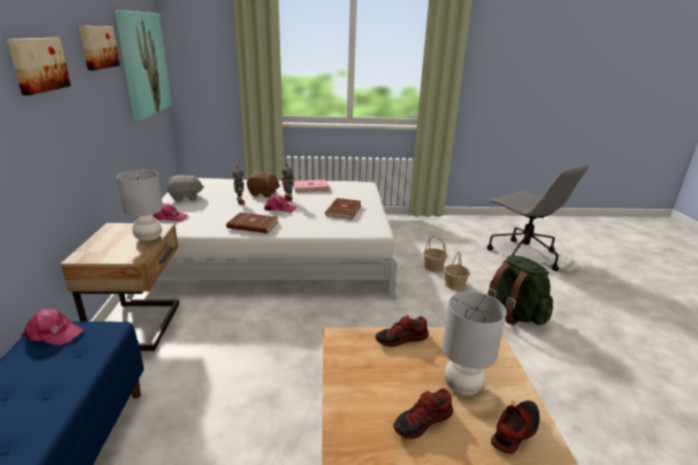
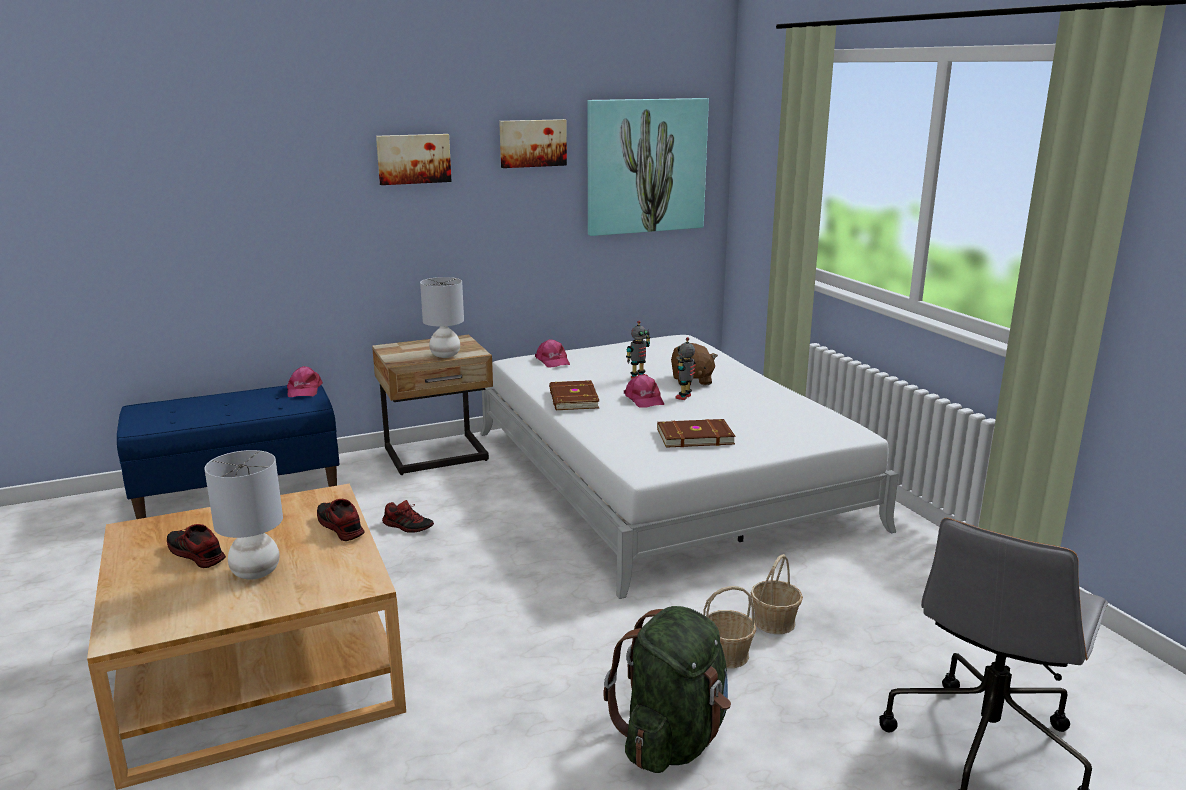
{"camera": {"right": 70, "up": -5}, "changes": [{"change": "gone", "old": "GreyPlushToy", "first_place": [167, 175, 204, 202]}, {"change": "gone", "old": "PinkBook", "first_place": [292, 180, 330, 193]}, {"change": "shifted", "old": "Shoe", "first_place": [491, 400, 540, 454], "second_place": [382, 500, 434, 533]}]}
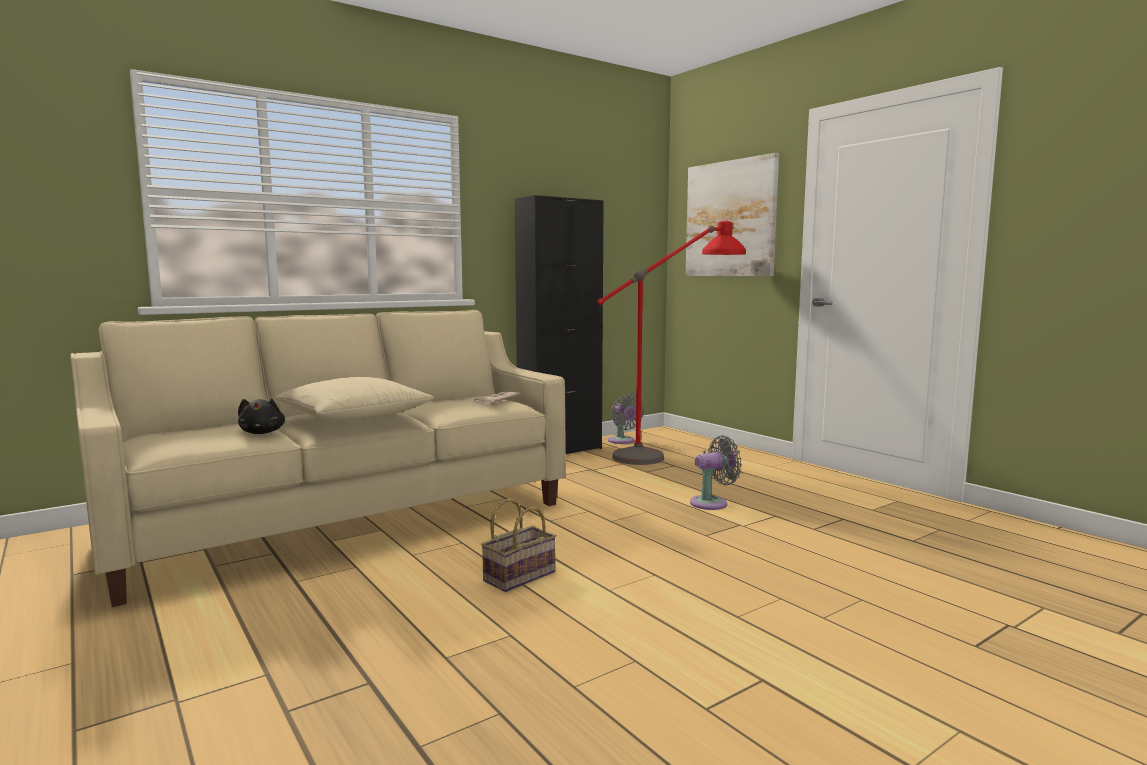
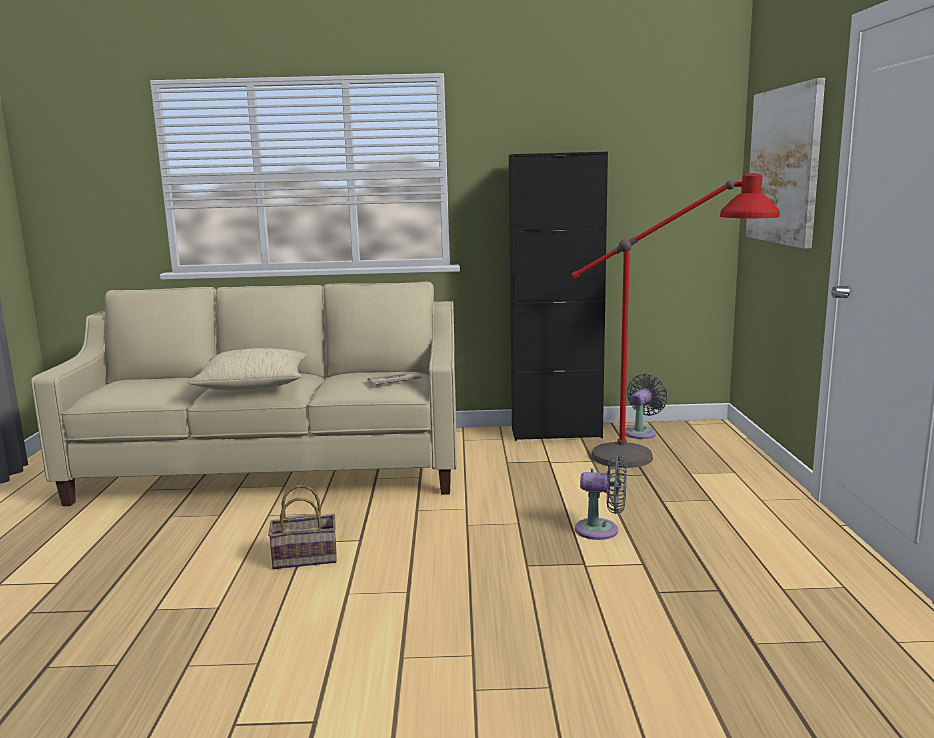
{"camera": {"right": 35, "up": 5}, "changes": [{"change": "gone", "old": "BlackPlushToy", "first_place": [238, 399, 285, 434]}, {"change": "rotated", "old": "GreyFan", "first_place": [608, 394, 644, 444], "second_place": [625, 374, 668, 439], "degrees": -150}]}
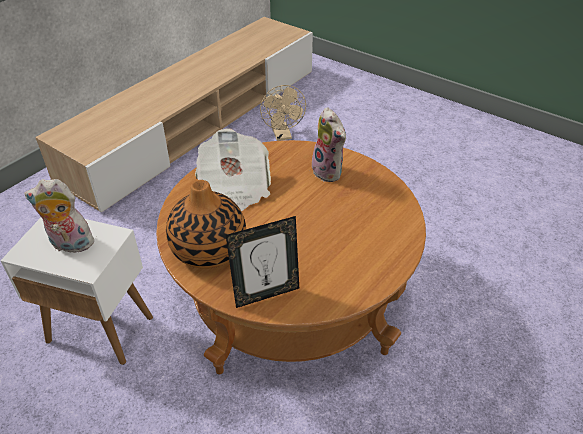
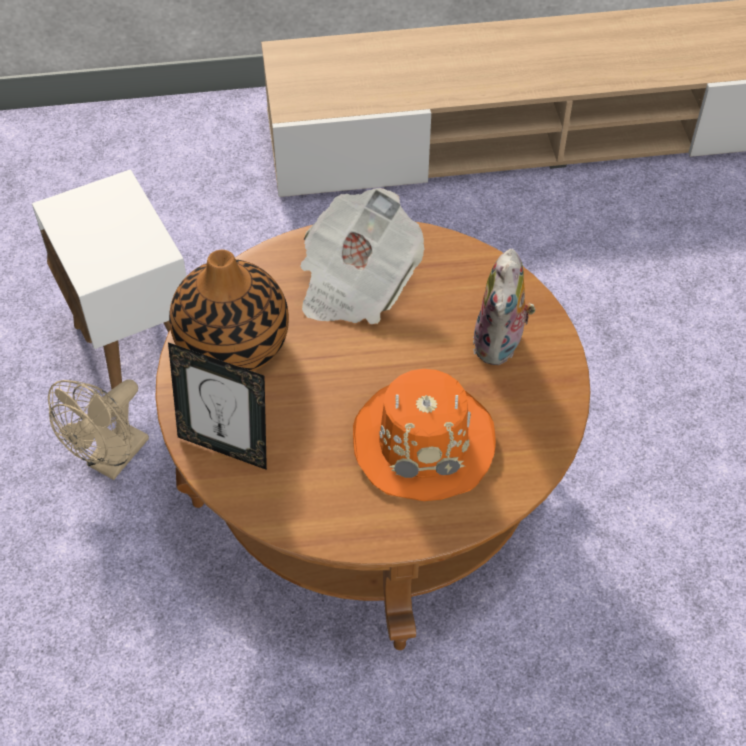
{"camera": {"right": 45, "up": 10}, "changes": [{"change": "gone", "old": "PlushToy", "first_place": [24, 179, 96, 253]}, {"change": "shifted", "old": "BeigeFan", "first_place": [260, 85, 306, 141], "second_place": [48, 379, 149, 480]}, {"change": "new", "new": "OrangeHat", "second_place": [353, 369, 496, 501]}]}
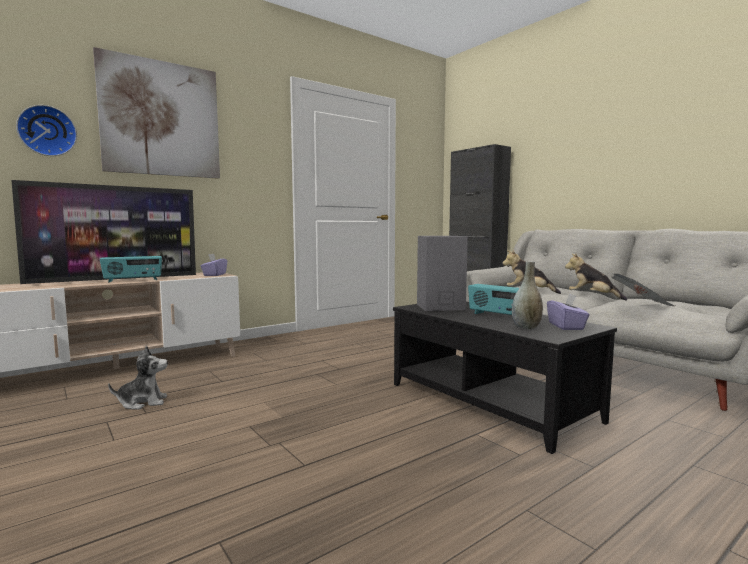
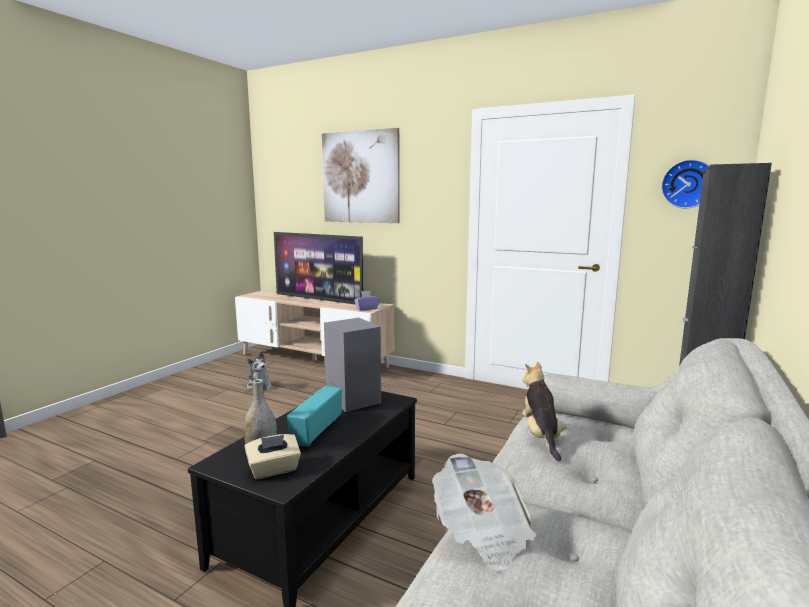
{"camera": {"right": 65, "up": 5}, "changes": [{"change": "shifted", "old": "WallClock", "first_place": [16, 105, 77, 156], "second_place": [661, 159, 709, 208]}, {"change": "gone", "old": "Radio", "first_place": [100, 256, 162, 283]}, {"change": "repainted", "old": "PurpleTissueBox", "new": "BeigeTissueBox", "first_place": [547, 293, 590, 330], "second_place": [244, 434, 301, 479]}, {"change": "gone", "old": "PlushToy", "first_place": [565, 254, 627, 300]}]}
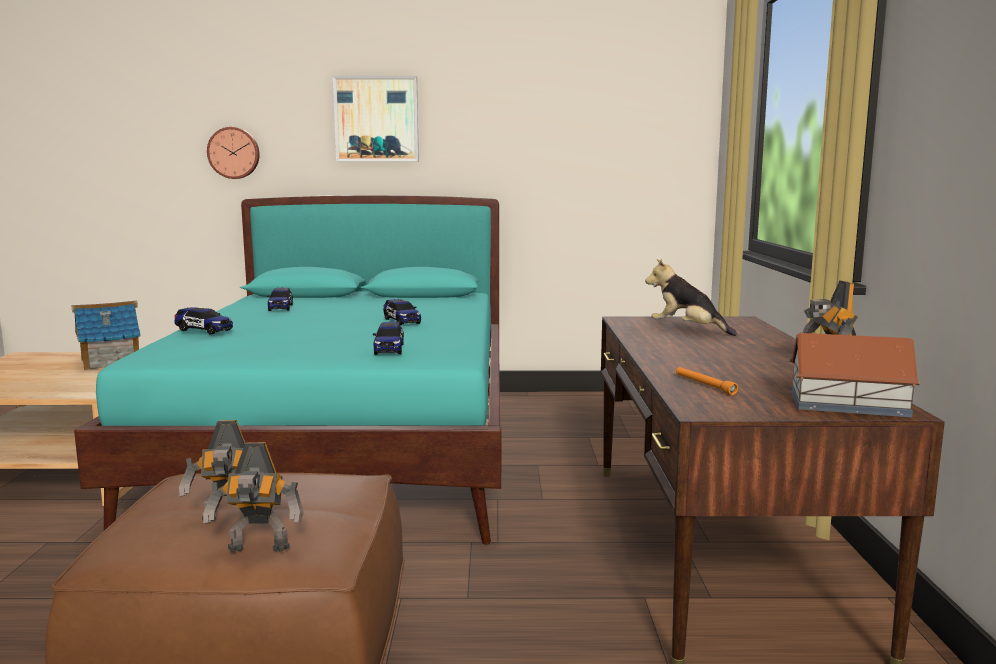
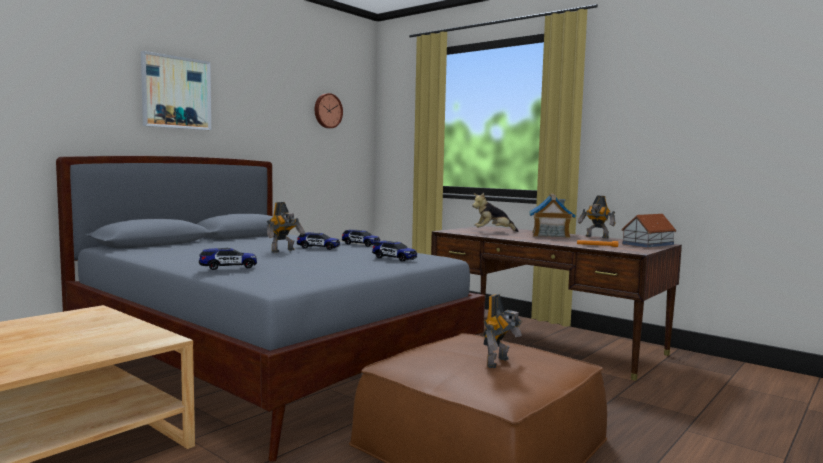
{"camera": {"right": -50, "up": -5}, "changes": [{"change": "shifted", "old": "ToyHouse", "first_place": [71, 301, 141, 371], "second_place": [529, 193, 576, 238]}, {"change": "repainted", "old": "TurquoiseBed", "new": "GreyBed", "first_place": [74, 195, 501, 544], "second_place": [56, 156, 485, 462]}, {"change": "shifted", "old": "ToyRobot", "first_place": [203, 442, 303, 552], "second_place": [267, 202, 305, 253]}, {"change": "shifted", "old": "WallClock", "first_place": [207, 127, 260, 179], "second_place": [315, 93, 343, 128]}, {"change": "shifted", "old": "ToyCar", "first_place": [267, 288, 293, 311], "second_place": [342, 230, 380, 247]}]}
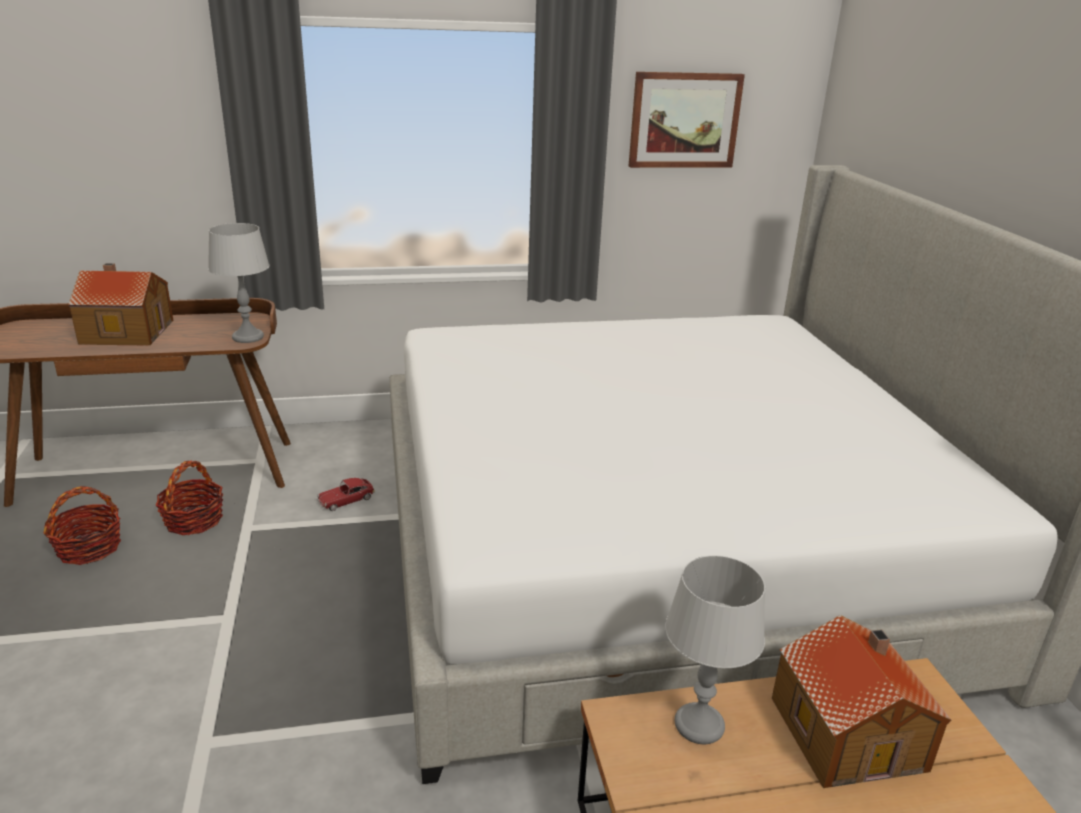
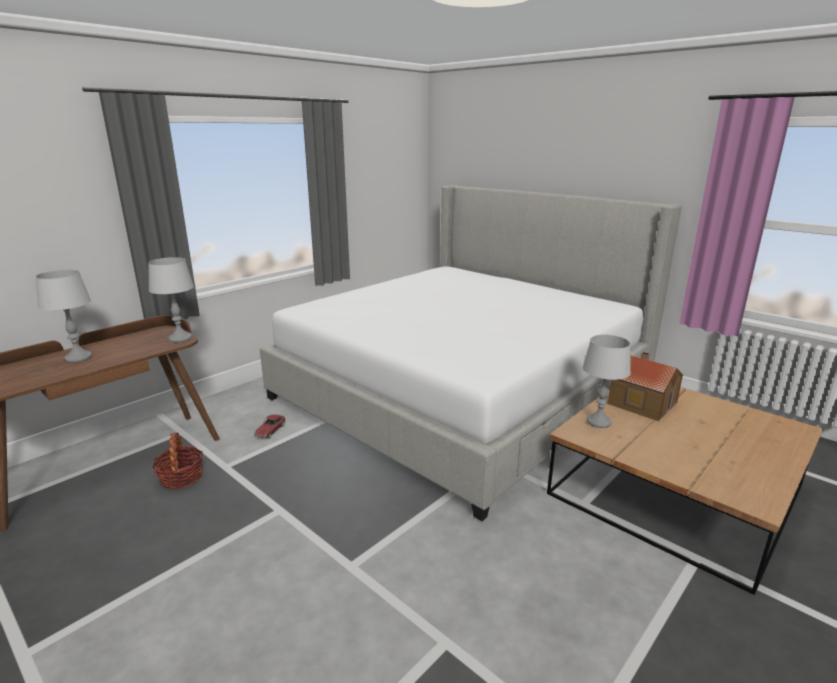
{"camera": {"right": -35, "up": -5}, "changes": [{"change": "gone", "old": "Basket", "first_place": [43, 486, 121, 565]}, {"change": "swapped", "old": "ToyHouse", "new": "GreyTableLamp", "first_place": [68, 263, 173, 346], "second_place": [35, 270, 92, 363]}, {"change": "gone", "old": "Picture", "first_place": [629, 72, 745, 168]}]}
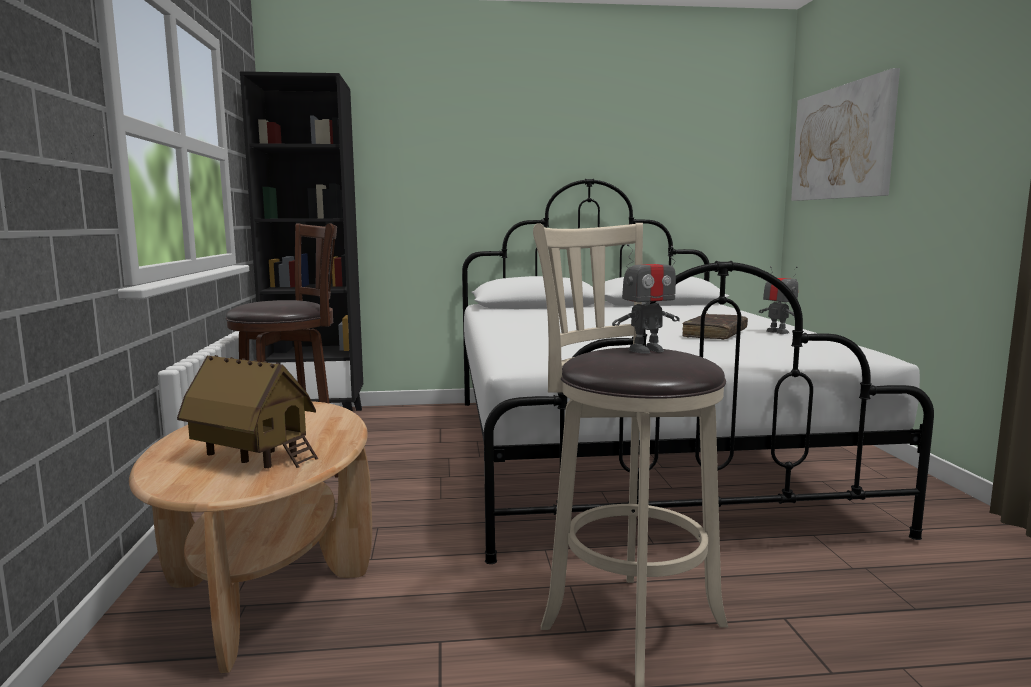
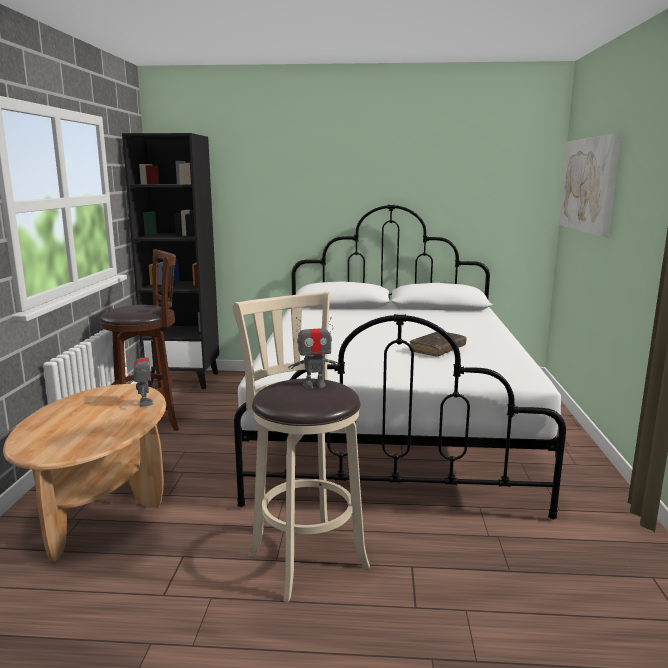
{"camera": {"right": 10, "up": 5}, "changes": [{"change": "gone", "old": "ToyHouse", "first_place": [177, 355, 318, 468]}, {"change": "shifted", "old": "ToyRobot", "first_place": [759, 266, 798, 334], "second_place": [134, 347, 153, 407]}]}
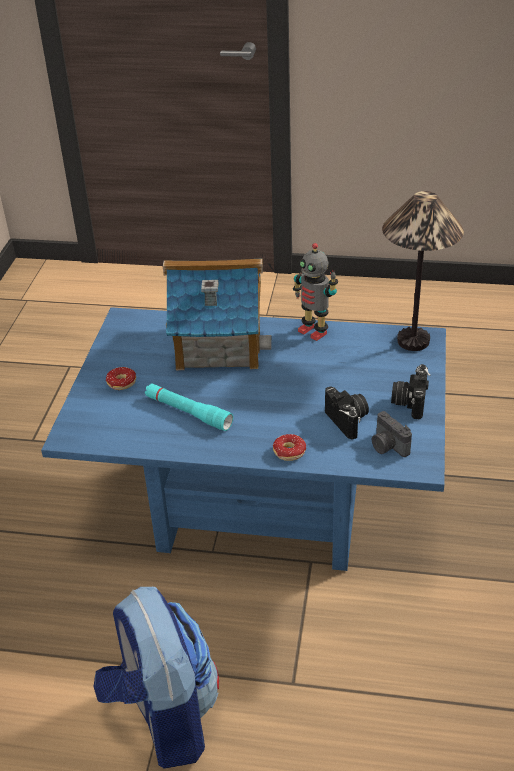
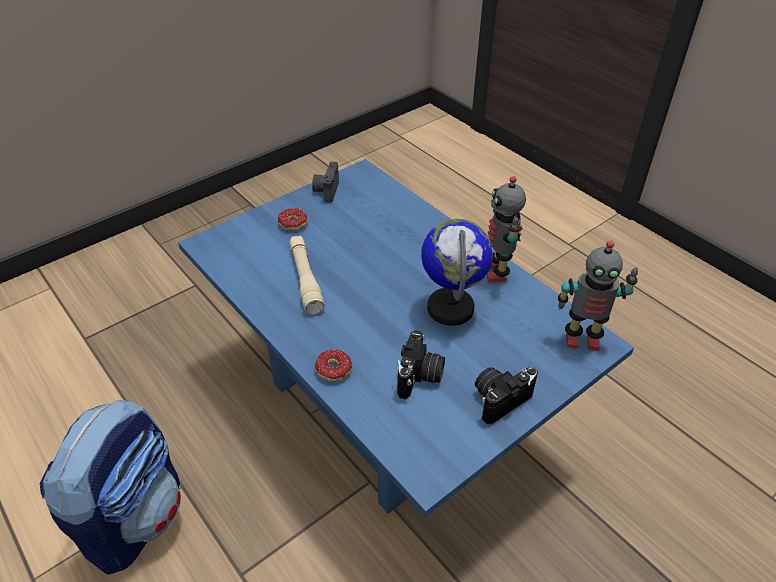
{"camera": {"right": 40, "up": 5}, "changes": [{"change": "repainted", "old": "TurquoiseFlashlight", "new": "BeigeFlashlight", "first_place": [145, 383, 233, 431], "second_place": [290, 236, 325, 315]}, {"change": "gone", "old": "ToyHouse", "first_place": [163, 258, 271, 370]}, {"change": "shifted", "old": "PhotoCamera", "first_place": [372, 411, 412, 457], "second_place": [312, 162, 339, 202]}, {"change": "swapped", "old": "TableLamp", "new": "ToyRobot", "first_place": [382, 191, 464, 351], "second_place": [558, 241, 638, 351]}, {"change": "new", "new": "Globe", "second_place": [421, 219, 493, 326]}]}
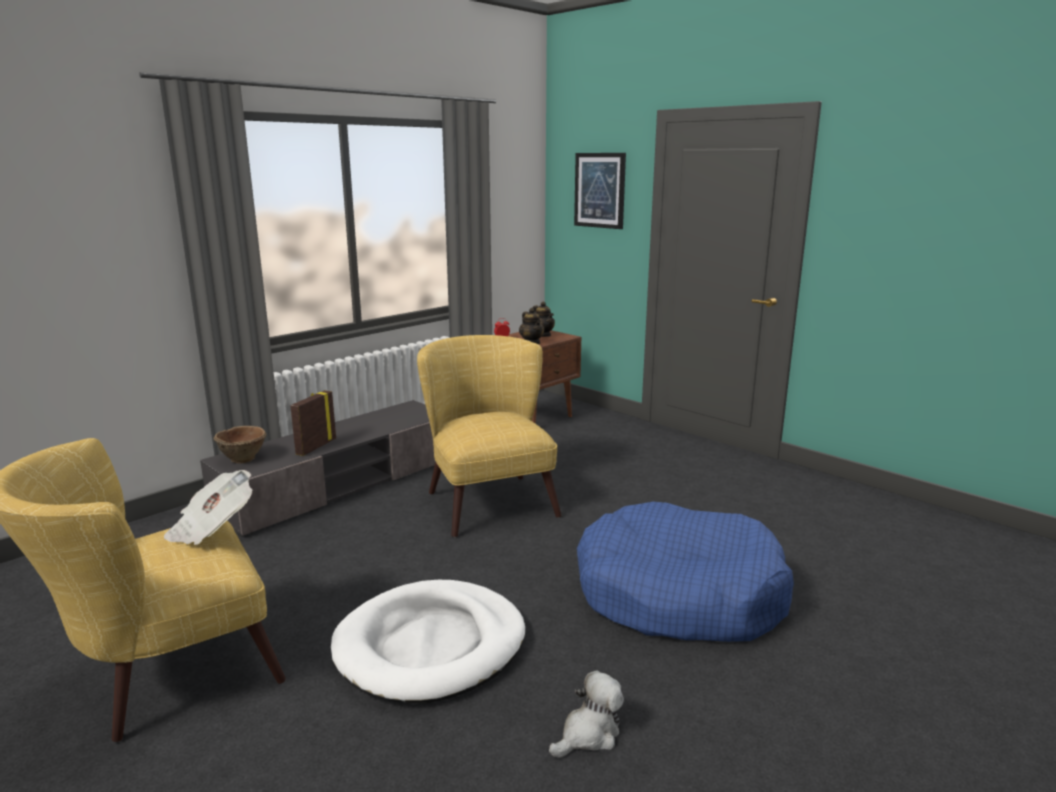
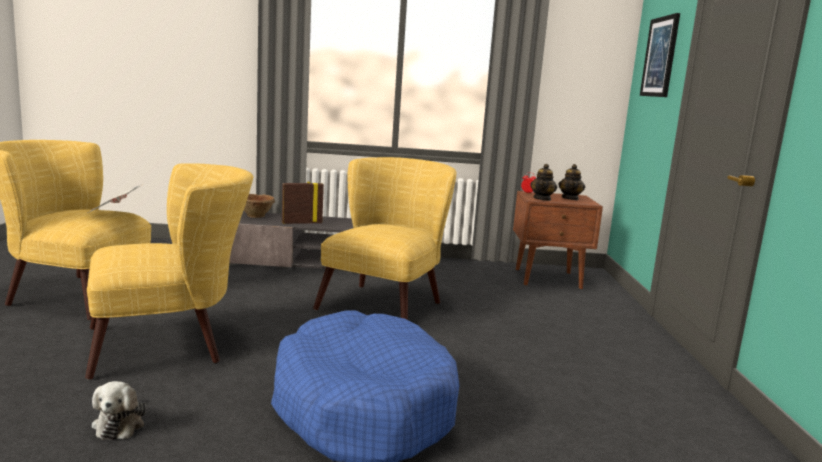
{"camera": {"right": 45, "up": -5}, "changes": [{"change": "swapped", "old": "WhiteDogBed", "new": "YellowArmchair", "first_place": [331, 580, 526, 703], "second_place": [85, 163, 254, 380]}, {"change": "rotated", "old": "PlushToy", "first_place": [549, 671, 624, 758], "second_place": [92, 381, 146, 440], "degrees": 75}]}
